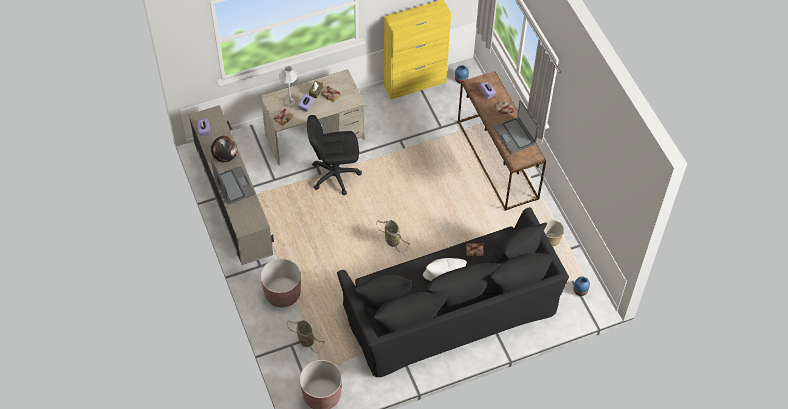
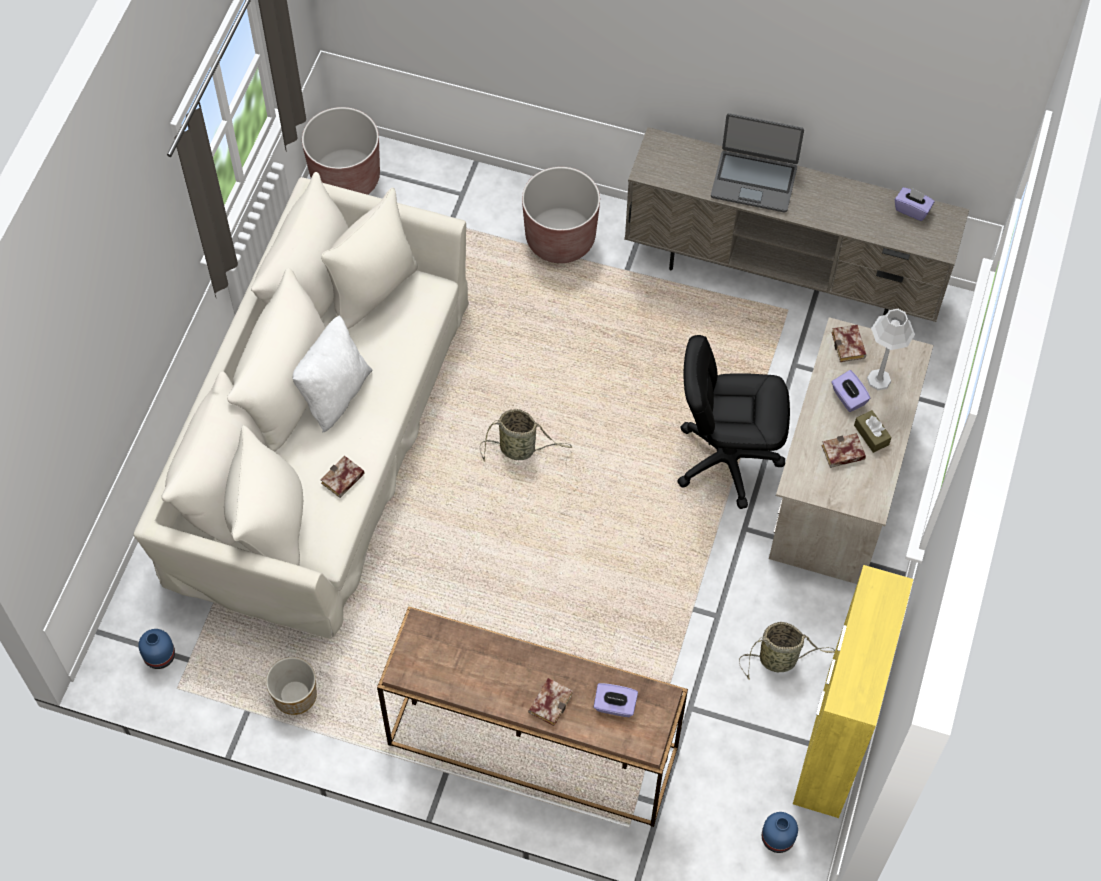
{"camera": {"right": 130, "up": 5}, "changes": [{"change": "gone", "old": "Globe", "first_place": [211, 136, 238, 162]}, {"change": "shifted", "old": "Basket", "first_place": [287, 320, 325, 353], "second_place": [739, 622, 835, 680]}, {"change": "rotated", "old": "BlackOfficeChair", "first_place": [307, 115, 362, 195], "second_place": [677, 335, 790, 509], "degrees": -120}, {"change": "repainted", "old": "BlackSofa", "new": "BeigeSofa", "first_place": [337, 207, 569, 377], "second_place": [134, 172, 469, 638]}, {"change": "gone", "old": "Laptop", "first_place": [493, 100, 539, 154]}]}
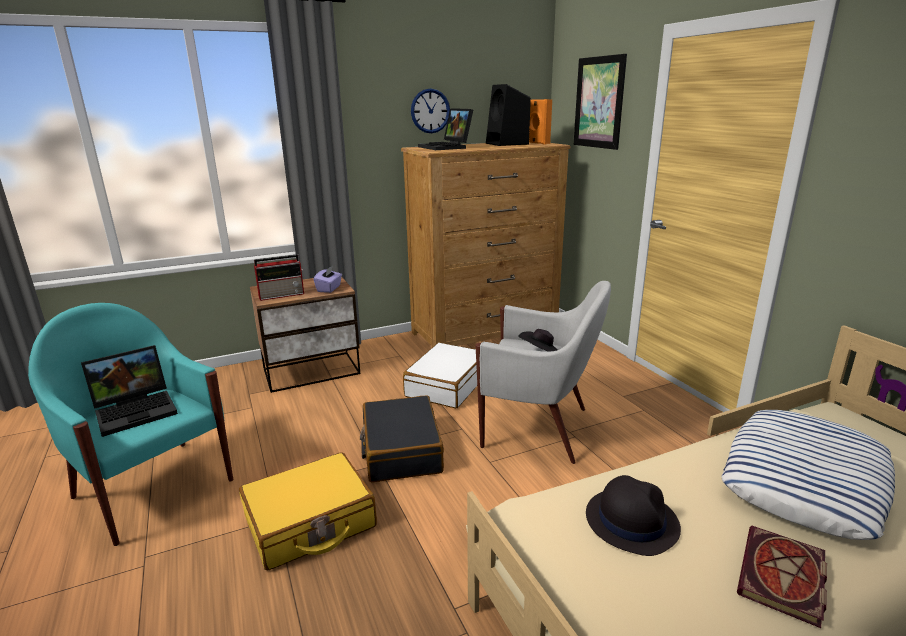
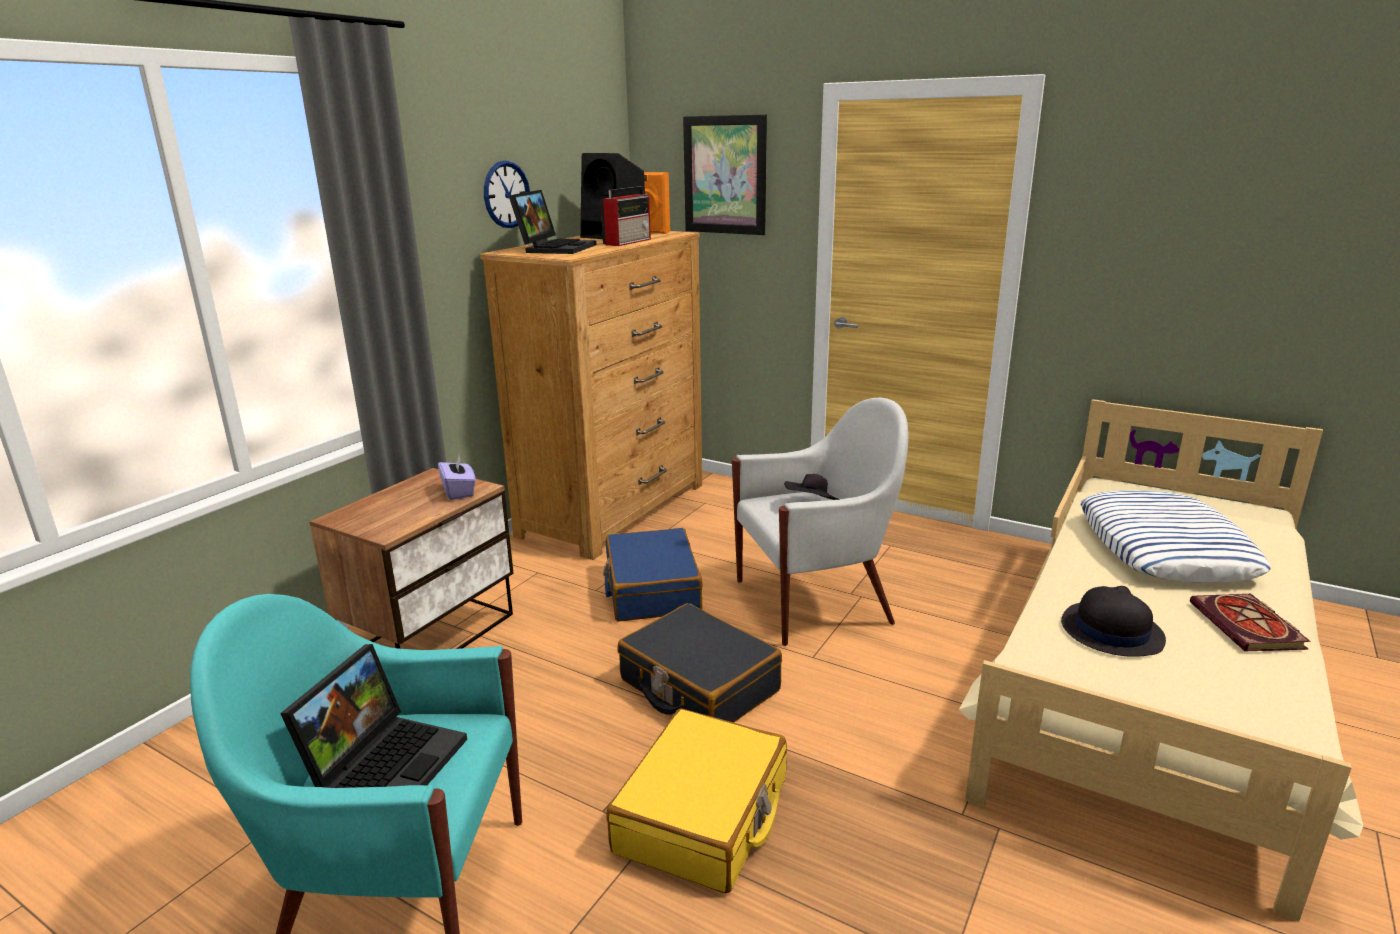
{"camera": {"right": -35, "up": 0}, "changes": [{"change": "shifted", "old": "Radio", "first_place": [254, 254, 304, 301], "second_place": [601, 186, 651, 246]}, {"change": "repainted", "old": "WhiteSuitcase", "new": "BlueSuitcase", "first_place": [403, 343, 477, 408], "second_place": [603, 528, 703, 622]}, {"change": "rotated", "old": "Laptop", "first_place": [418, 108, 473, 150], "second_place": [509, 190, 597, 254], "degrees": -105}]}
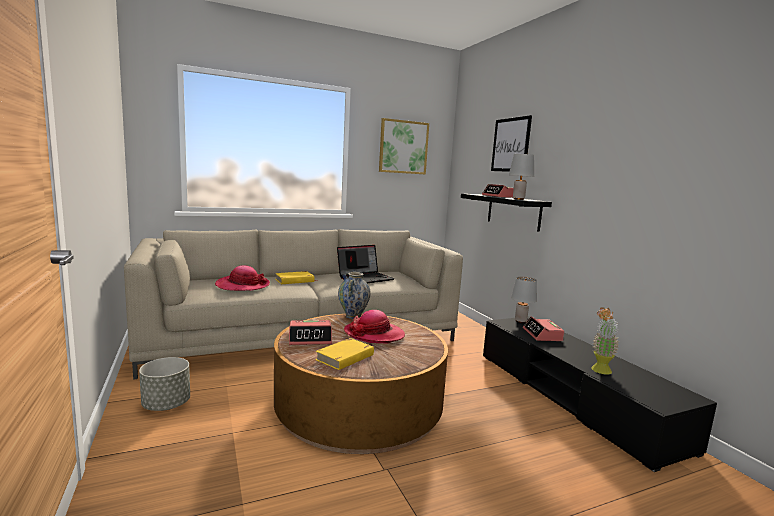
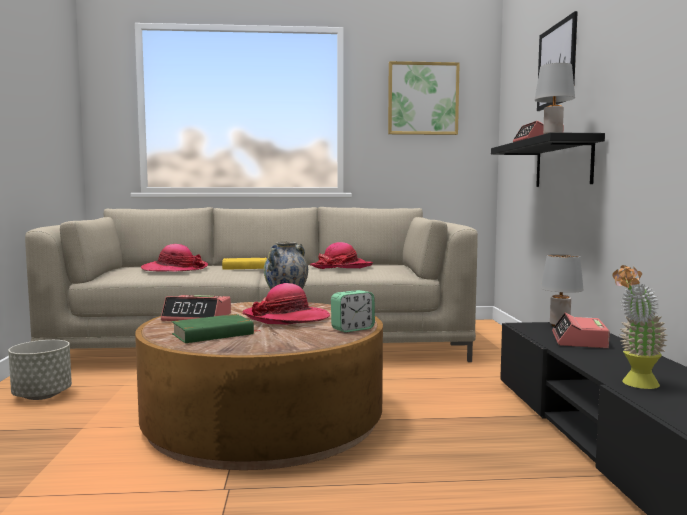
{"camera": {"right": 20, "up": -5}, "changes": [{"change": "repainted", "old": "YellowBook", "new": "GreenBook", "first_place": [315, 338, 374, 370], "second_place": [172, 314, 260, 343]}, {"change": "swapped", "old": "Laptop", "new": "Hat", "first_place": [337, 245, 395, 283], "second_place": [310, 242, 373, 269]}, {"change": "new", "new": "AlarmClock", "second_place": [331, 290, 375, 333]}]}
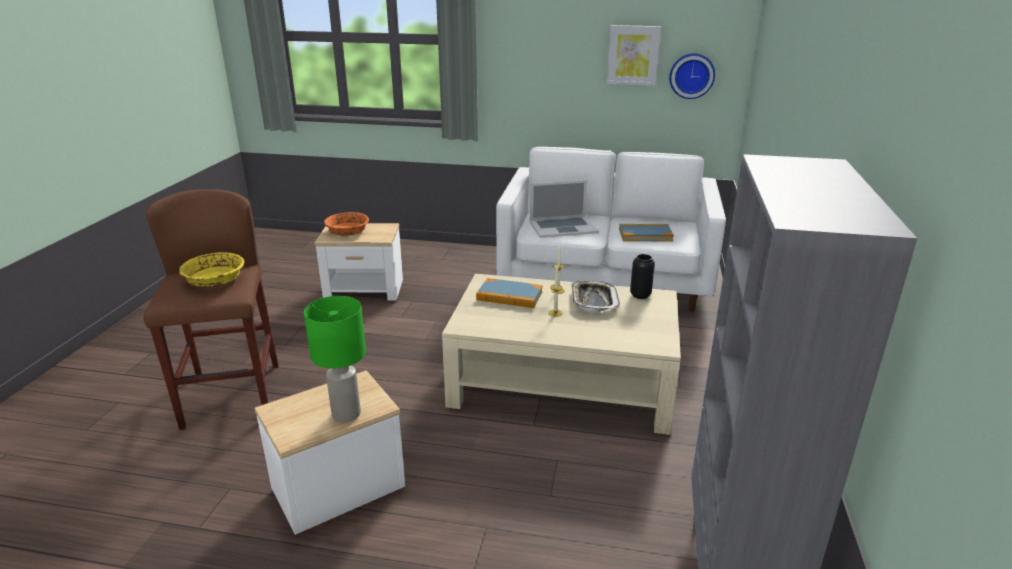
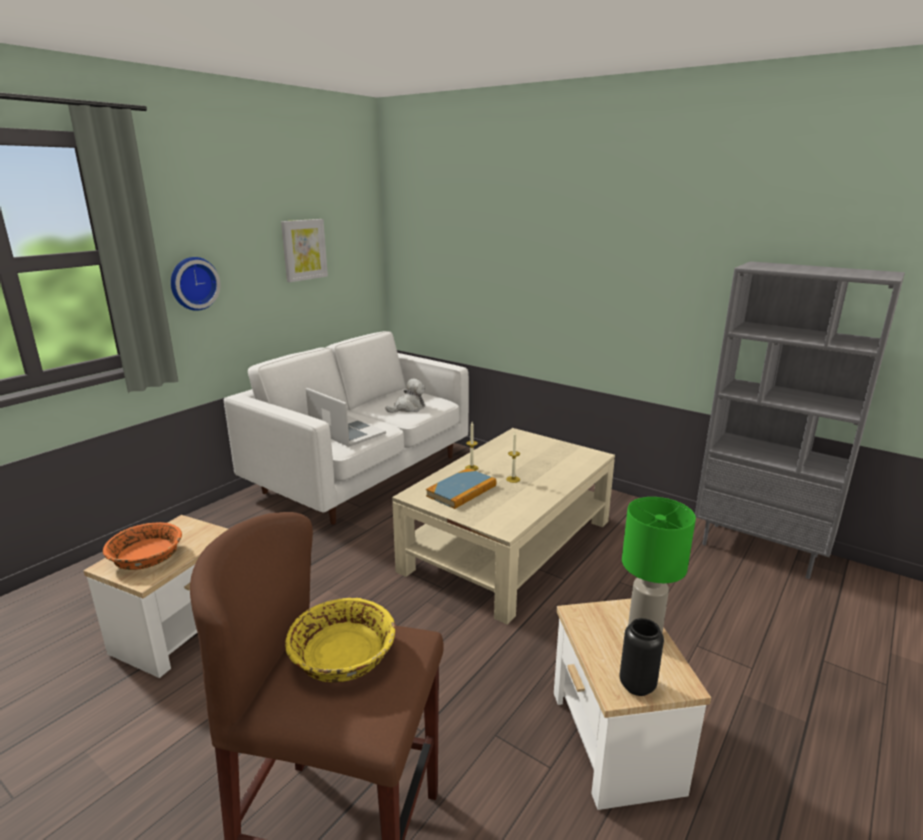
{"camera": {"right": -65, "up": -5}, "changes": [{"change": "rotated", "old": "Laptop", "first_place": [530, 180, 599, 238], "second_place": [306, 388, 386, 447], "degrees": -60}, {"change": "gone", "old": "Tray", "first_place": [571, 280, 620, 312]}, {"change": "swapped", "old": "Book", "new": "PlushToy", "first_place": [619, 224, 674, 242], "second_place": [386, 379, 425, 413]}, {"change": "shifted", "old": "BlackVase", "first_place": [630, 254, 655, 299], "second_place": [620, 618, 664, 696]}, {"change": "shifted", "old": "WallClock", "first_place": [669, 53, 715, 99], "second_place": [171, 257, 220, 311]}]}
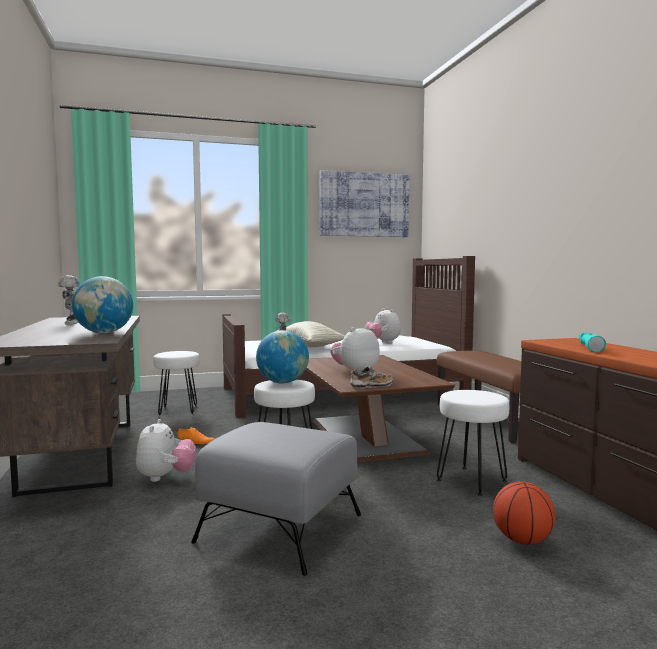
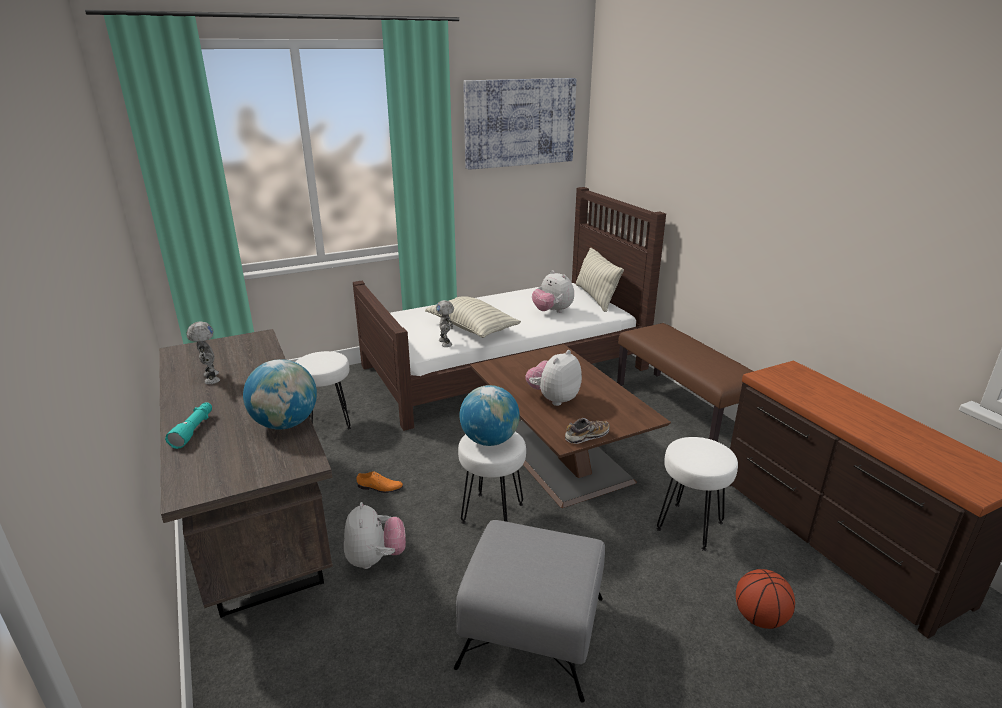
{"camera": {"right": -10, "up": 20}, "changes": [{"change": "shifted", "old": "TurquoiseFlashlight", "first_place": [579, 333, 606, 352], "second_place": [165, 402, 212, 449]}, {"change": "new", "new": "Pillow", "second_place": [576, 248, 624, 312]}]}
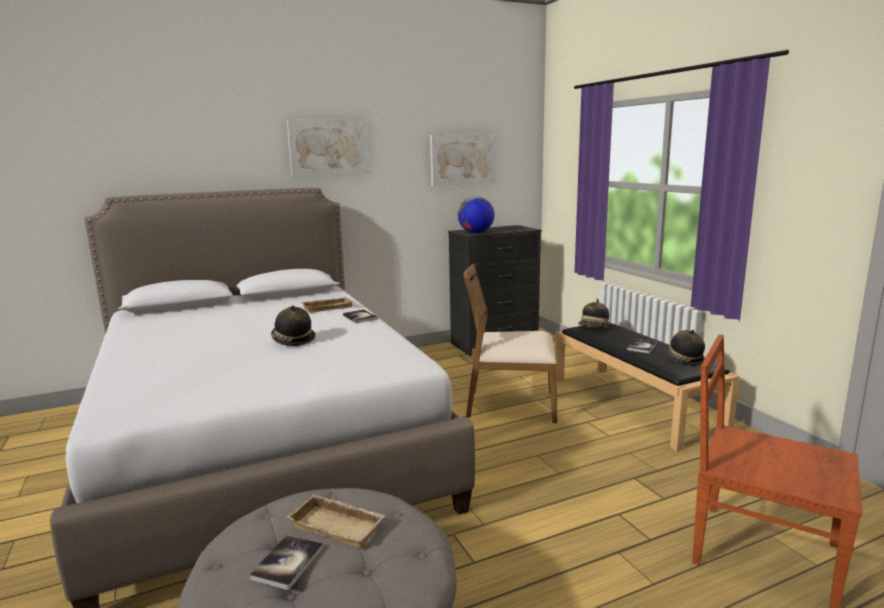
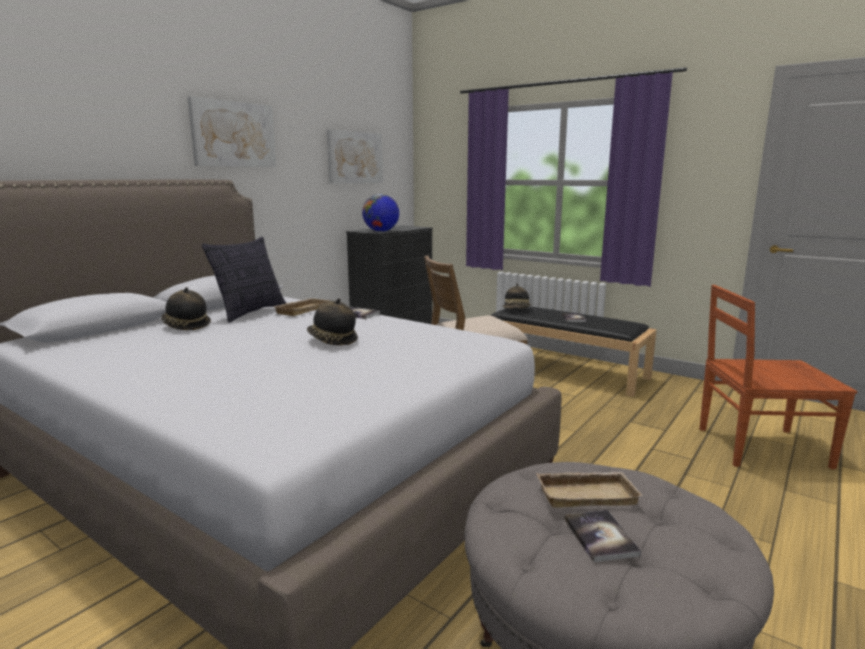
{"camera": {"right": -30, "up": 0}, "changes": [{"change": "shifted", "old": "Hat", "first_place": [665, 330, 705, 366], "second_place": [161, 287, 211, 330]}, {"change": "new", "new": "Pillow", "second_place": [202, 237, 286, 323]}]}
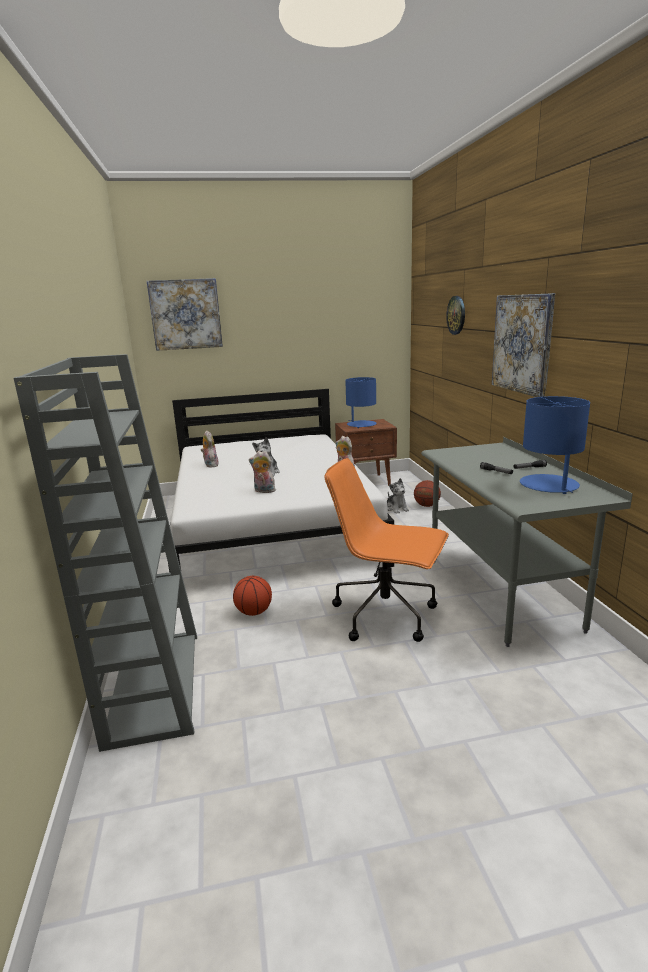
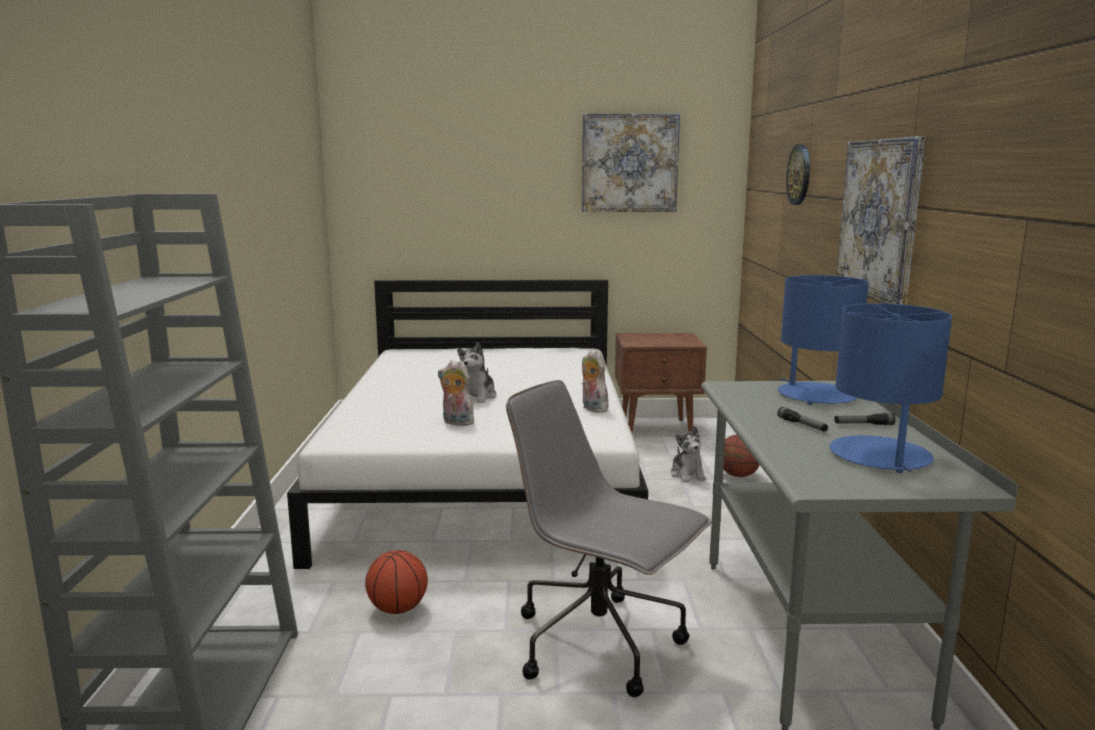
{"camera": {"right": 10, "up": -5}, "changes": [{"change": "shifted", "old": "Picture", "first_place": [147, 278, 223, 351], "second_place": [582, 113, 680, 212]}, {"change": "gone", "old": "PlushToy", "first_place": [201, 430, 219, 468]}, {"change": "repainted", "old": "OrangeOfficeChair", "new": "GreyOfficeChair", "first_place": [324, 458, 449, 642], "second_place": [506, 380, 711, 697]}, {"change": "shifted", "old": "BlueTableLamp", "first_place": [345, 377, 377, 428], "second_place": [778, 275, 869, 405]}]}
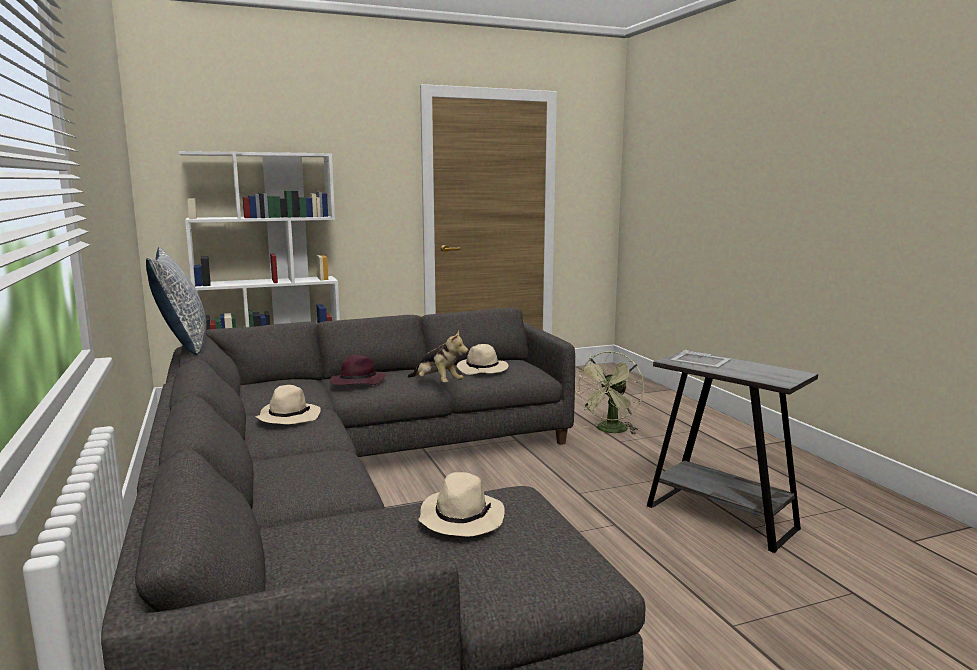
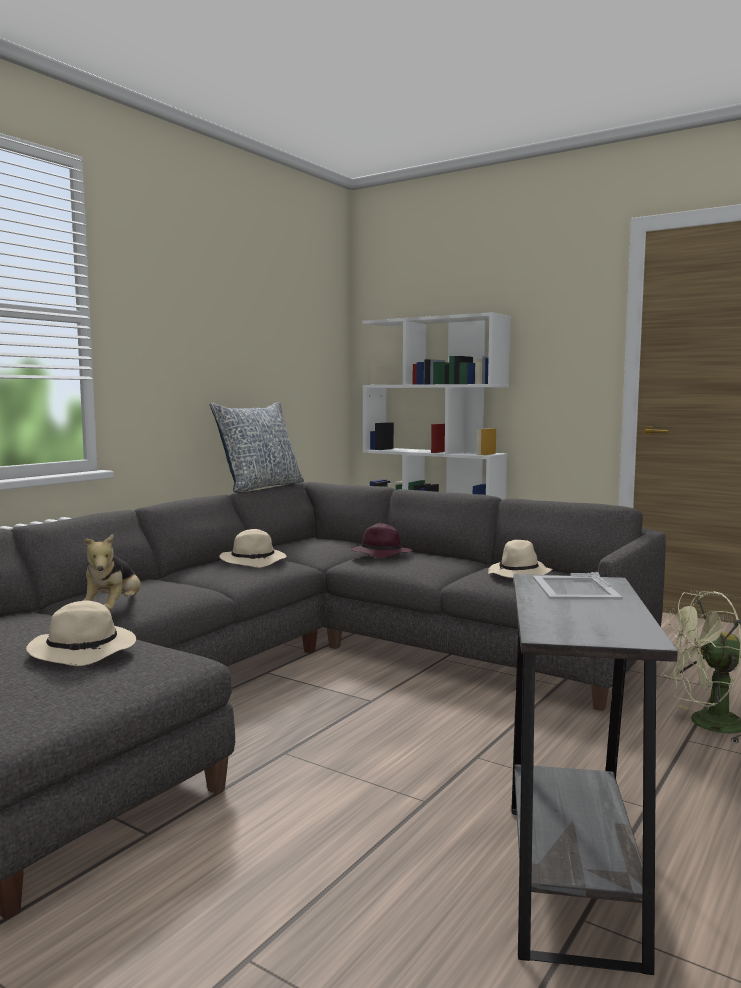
{"camera": {"right": 55, "up": -5}, "changes": [{"change": "shifted", "old": "PlushToy", "first_place": [408, 330, 468, 383], "second_place": [83, 533, 141, 611]}]}
